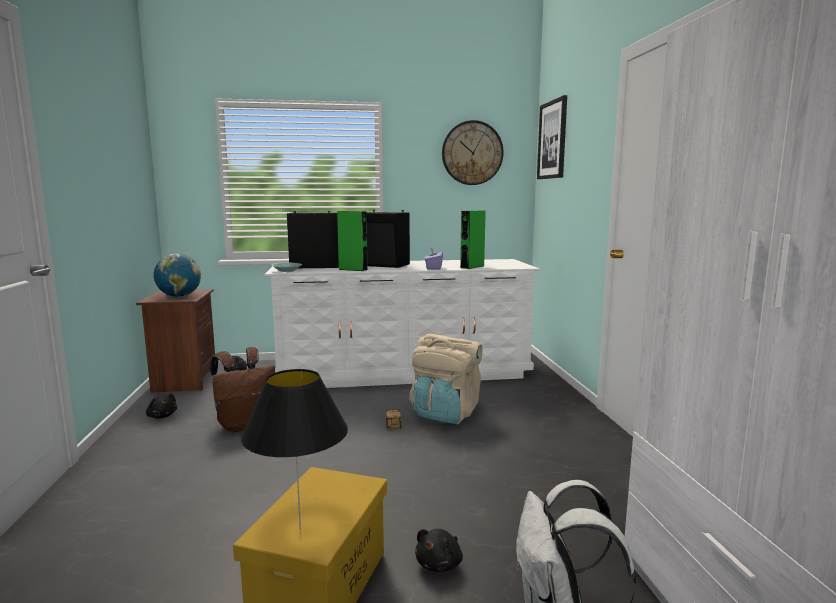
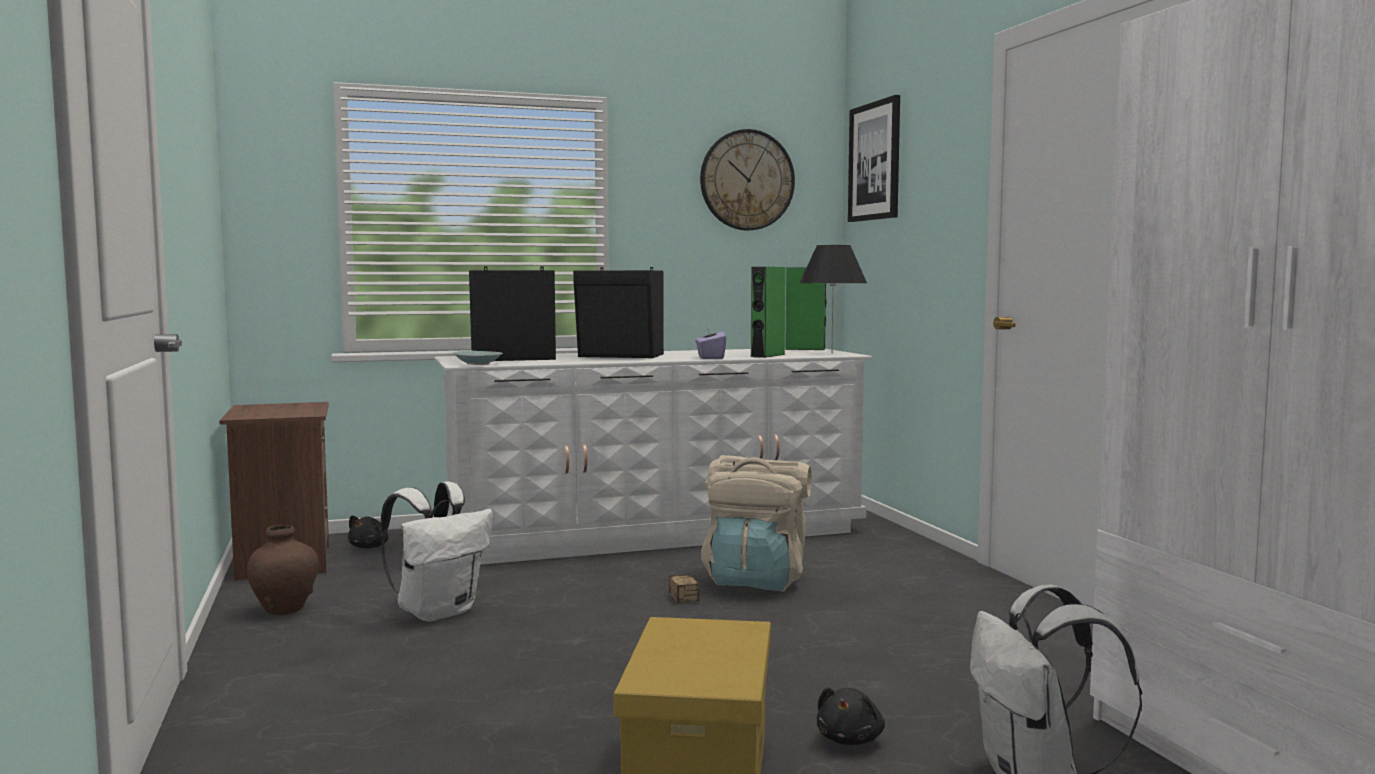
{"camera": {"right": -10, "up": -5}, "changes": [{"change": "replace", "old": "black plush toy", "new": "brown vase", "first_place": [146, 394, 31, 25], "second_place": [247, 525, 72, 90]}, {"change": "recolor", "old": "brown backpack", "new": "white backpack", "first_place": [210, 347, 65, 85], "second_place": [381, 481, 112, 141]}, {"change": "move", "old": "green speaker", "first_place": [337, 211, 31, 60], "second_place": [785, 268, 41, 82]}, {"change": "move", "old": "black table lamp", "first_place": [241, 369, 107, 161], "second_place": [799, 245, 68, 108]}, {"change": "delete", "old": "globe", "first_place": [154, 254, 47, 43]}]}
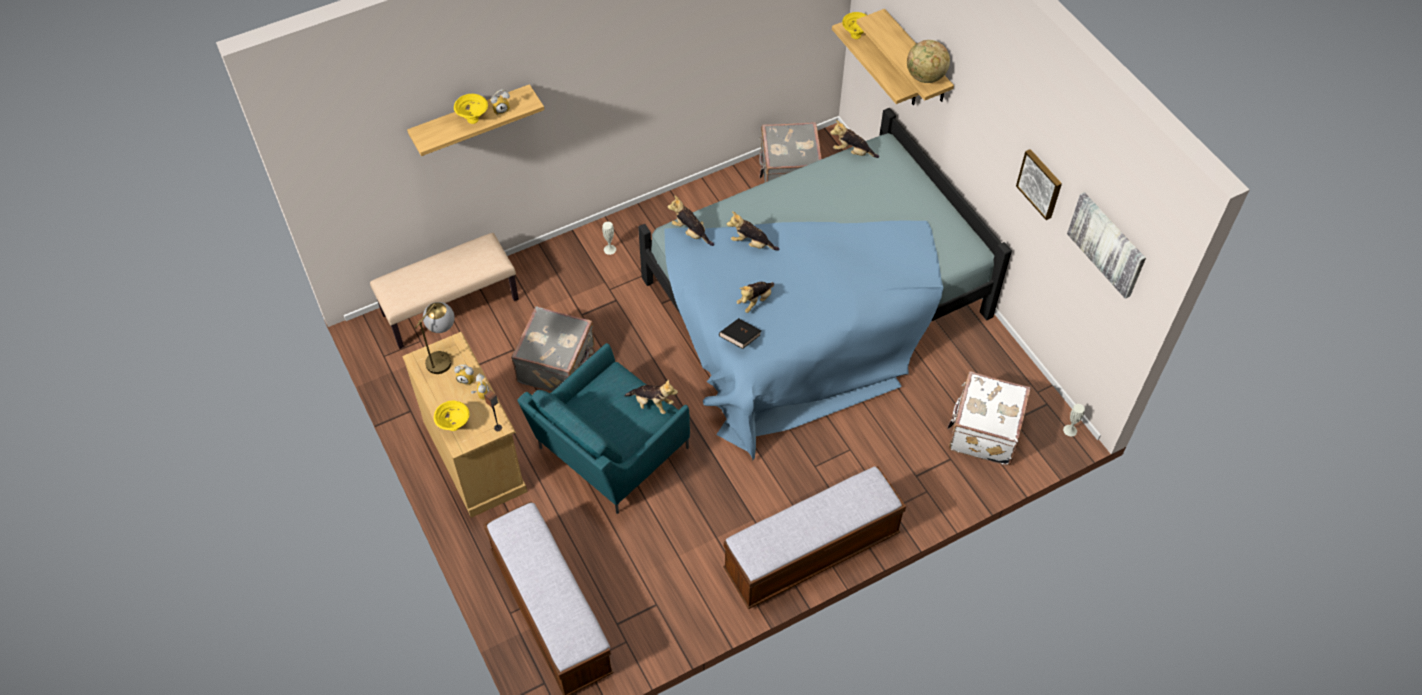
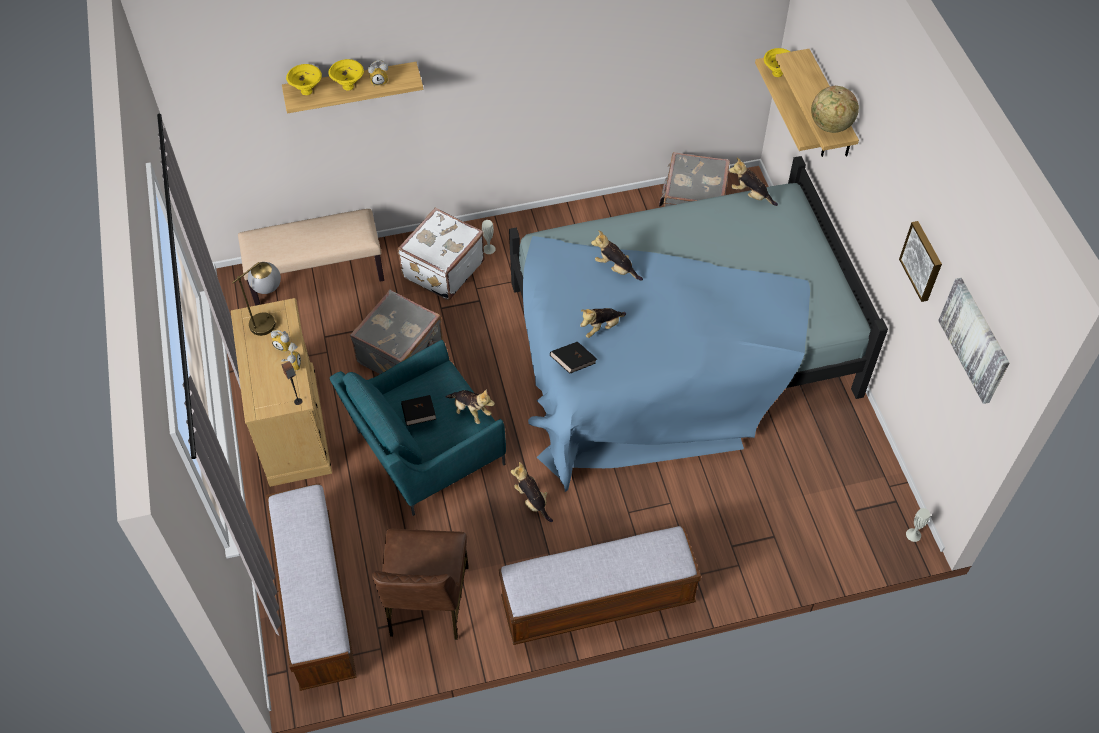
{"camera": {"right": 15, "up": 0}, "changes": [{"change": "move", "old": "yellow bowl", "first_place": [434, 401, 35, 30], "second_place": [286, 64, 36, 31]}, {"change": "insert", "new": "brown chair", "second_place": [372, 529, 97, 111]}, {"change": "move", "old": "white suitcase", "first_place": [947, 371, 84, 94], "second_place": [397, 208, 88, 92]}, {"change": "insert", "new": "black book", "second_place": [401, 395, 35, 31]}, {"change": "move", "old": "plush toy", "first_place": [668, 196, 46, 50], "second_place": [511, 462, 42, 60]}]}
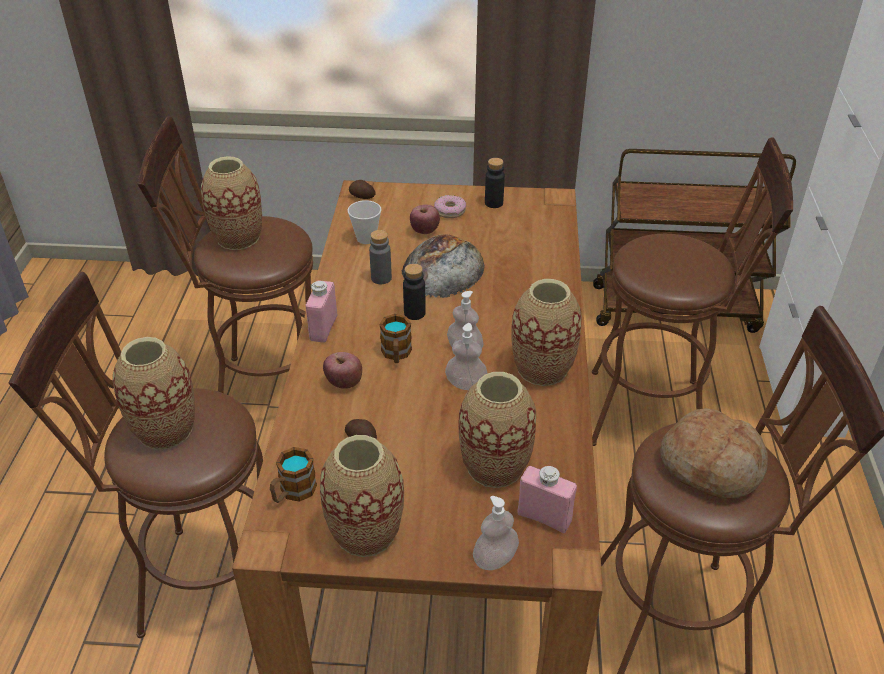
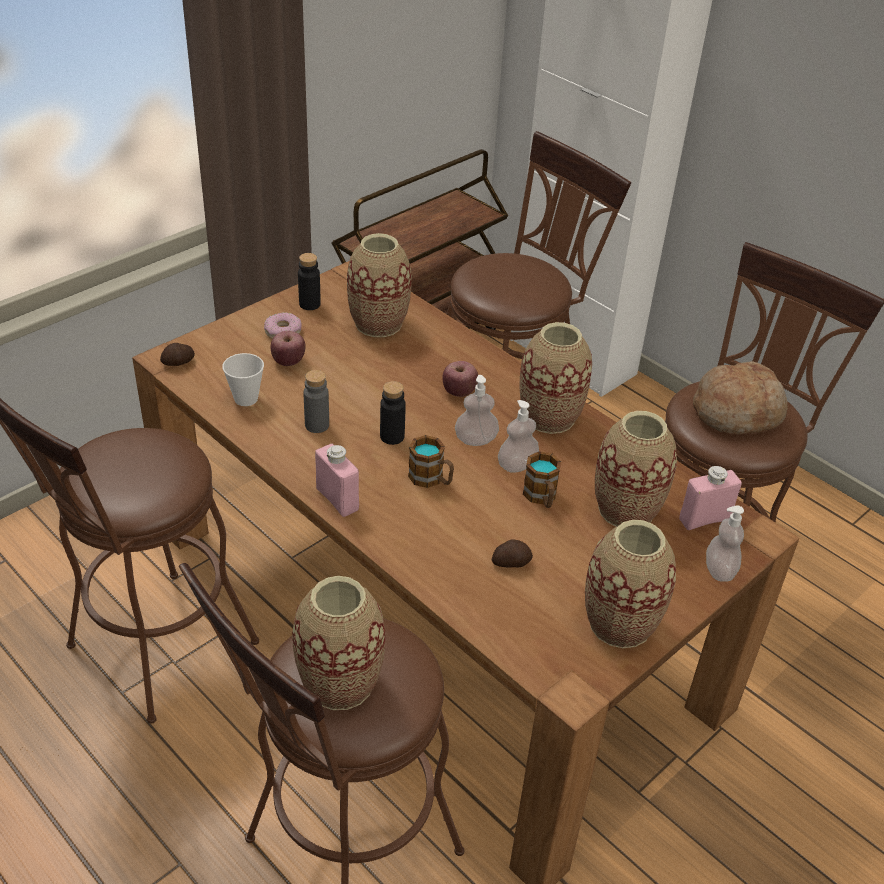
{"camera": {"right": -50, "up": 0}, "changes": [{"change": "move", "old": "vase", "first_place": [201, 156, 61, 94], "second_place": [347, 233, 65, 104]}, {"change": "move", "old": "apple", "first_place": [323, 352, 39, 37], "second_place": [443, 361, 35, 36]}, {"change": "move", "old": "mug", "first_place": [270, 447, 47, 56], "second_place": [523, 451, 38, 57]}, {"change": "delete", "old": "bread", "first_place": [401, 234, 84, 64]}]}
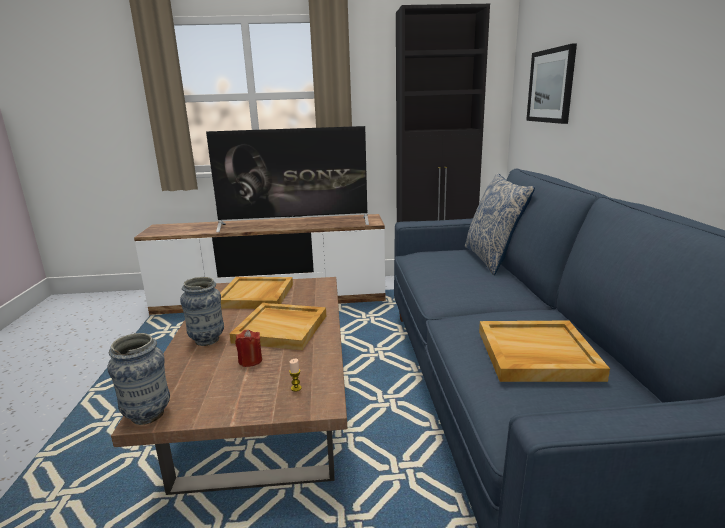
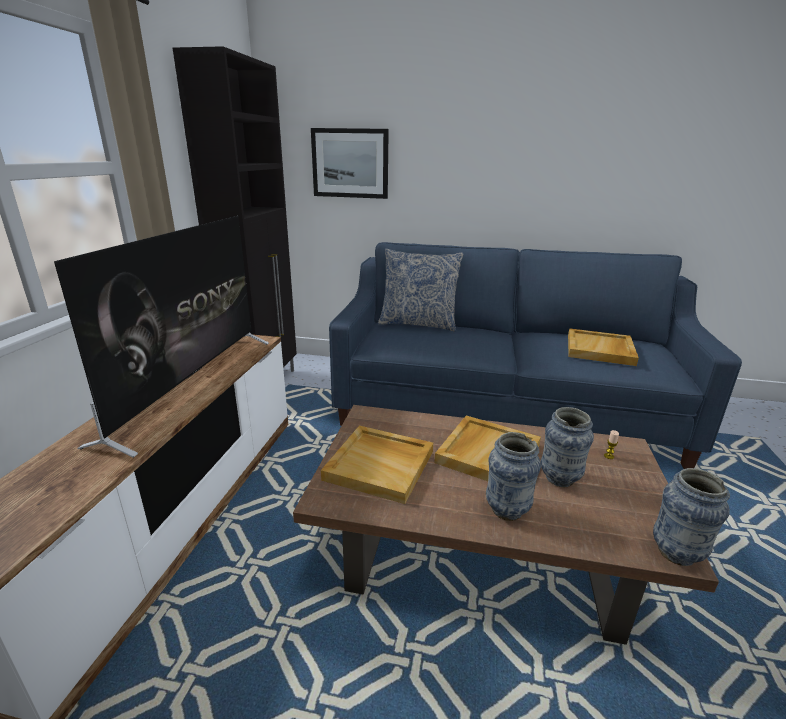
{"camera": {"right": -75, "up": 5}, "changes": [{"change": "replace", "old": "red candle", "new": "vase", "first_place": [235, 330, 27, 37], "second_place": [541, 407, 53, 80]}]}
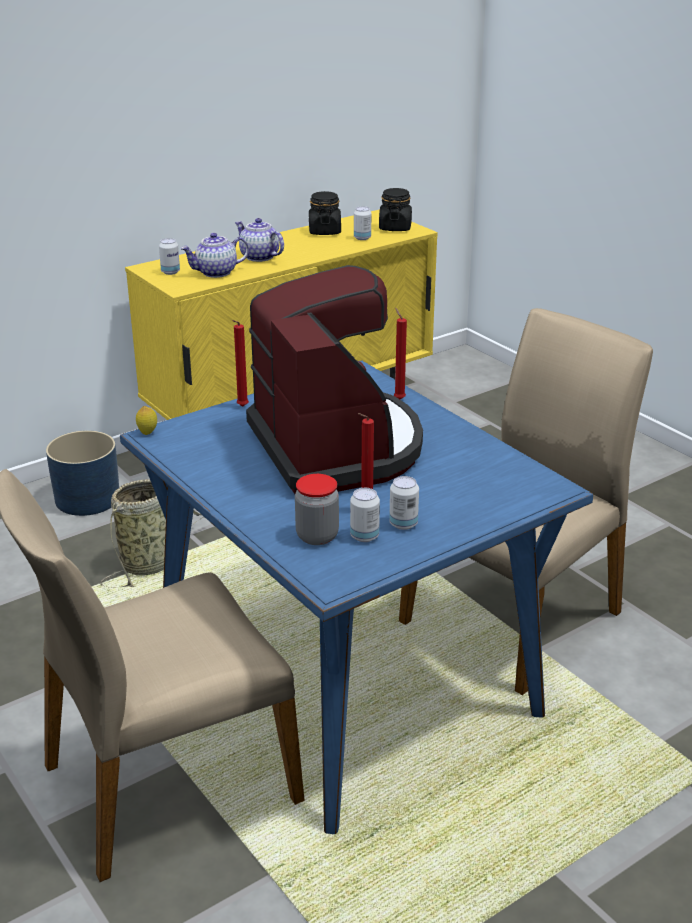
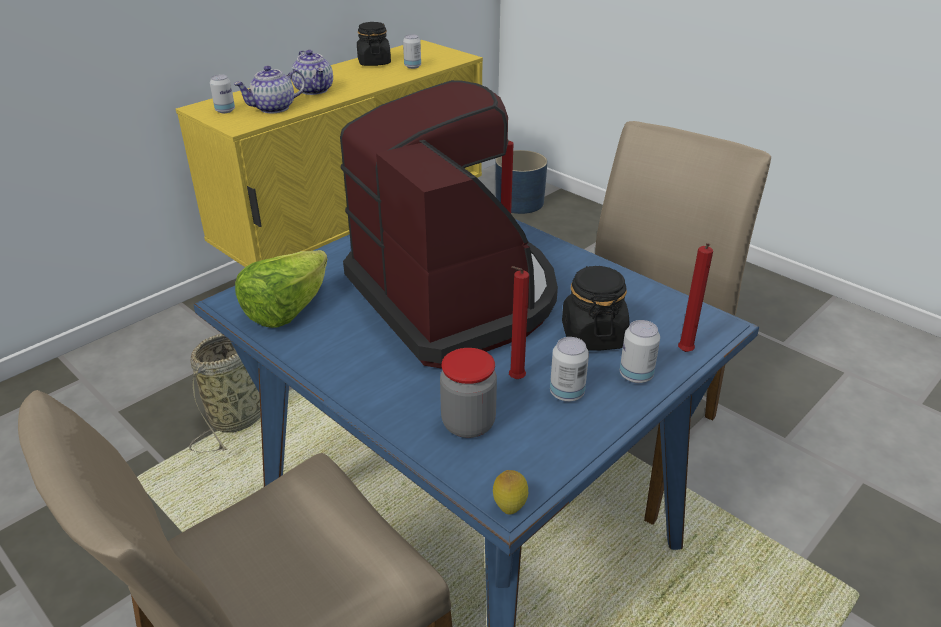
{"camera": {"right": -10, "up": 5}, "changes": [{"change": "insert", "new": "lettuce", "second_place": [235, 250, 92, 78]}, {"change": "rotate", "old": "teapot", "first_place": [235, 218, 49, 44], "second_place": [291, 50, 42, 45], "degrees": -150}, {"change": "move", "old": "lemon", "first_place": [136, 406, 21, 29], "second_place": [493, 470, 35, 45]}, {"change": "move", "old": "blue planter", "first_place": [46, 430, 73, 86], "second_place": [495, 150, 52, 64]}, {"change": "move", "old": "black jar", "first_place": [379, 188, 33, 43], "second_place": [562, 266, 68, 85]}, {"change": "move", "old": "can", "first_place": [350, 488, 30, 54], "second_place": [620, 320, 40, 63]}, {"change": "move", "old": "red candle", "first_place": [232, 320, 17, 86], "second_place": [678, 243, 35, 109]}]}
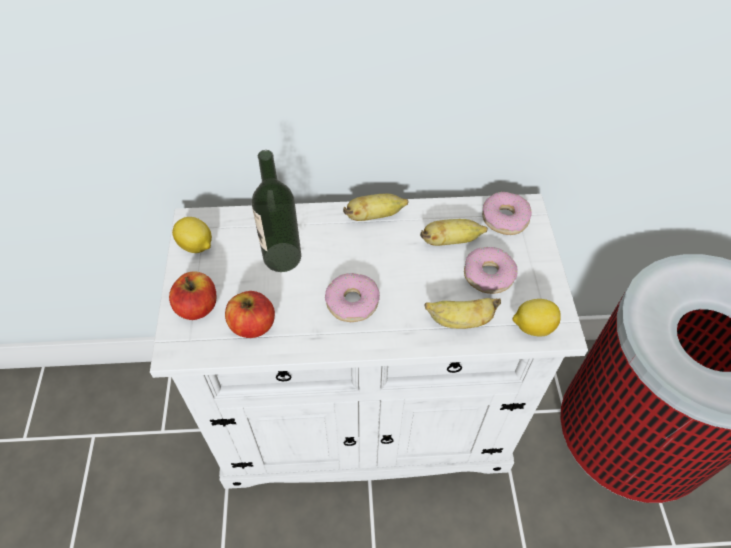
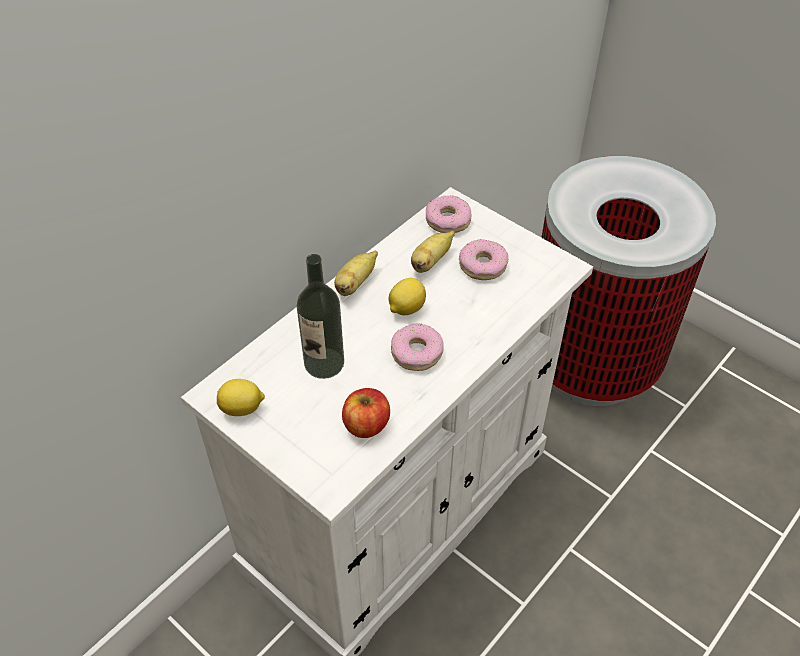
{"camera": {"right": -45, "up": -5}, "changes": [{"change": "move", "old": "lemon", "first_place": [513, 299, 48, 38], "second_place": [388, 278, 38, 37]}, {"change": "delete", "old": "apple", "first_place": [169, 272, 48, 48]}, {"change": "delete", "old": "banana", "first_place": [425, 298, 76, 31]}]}
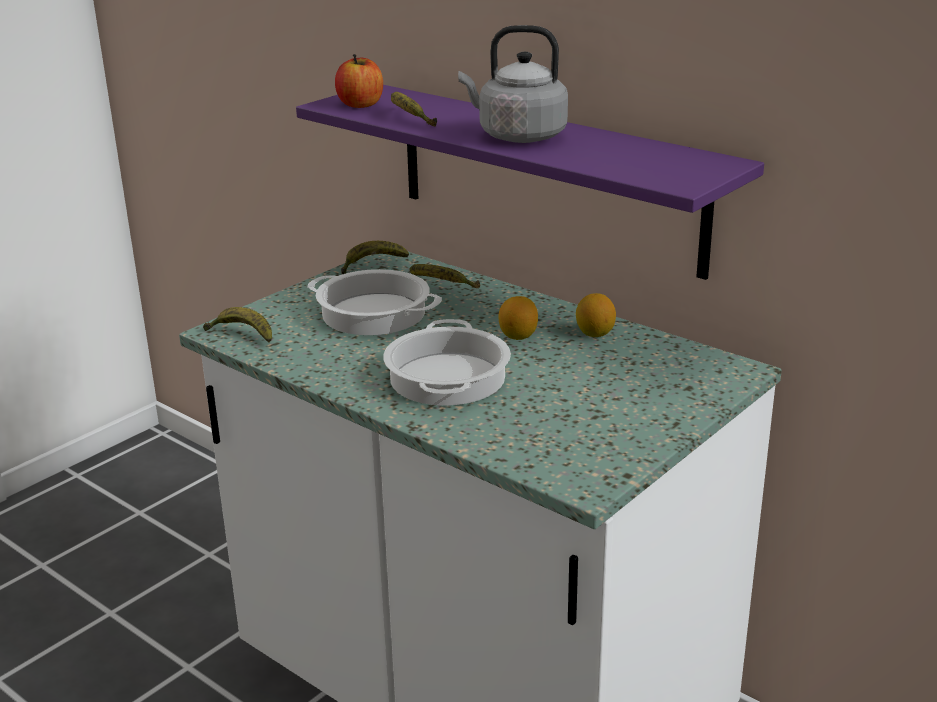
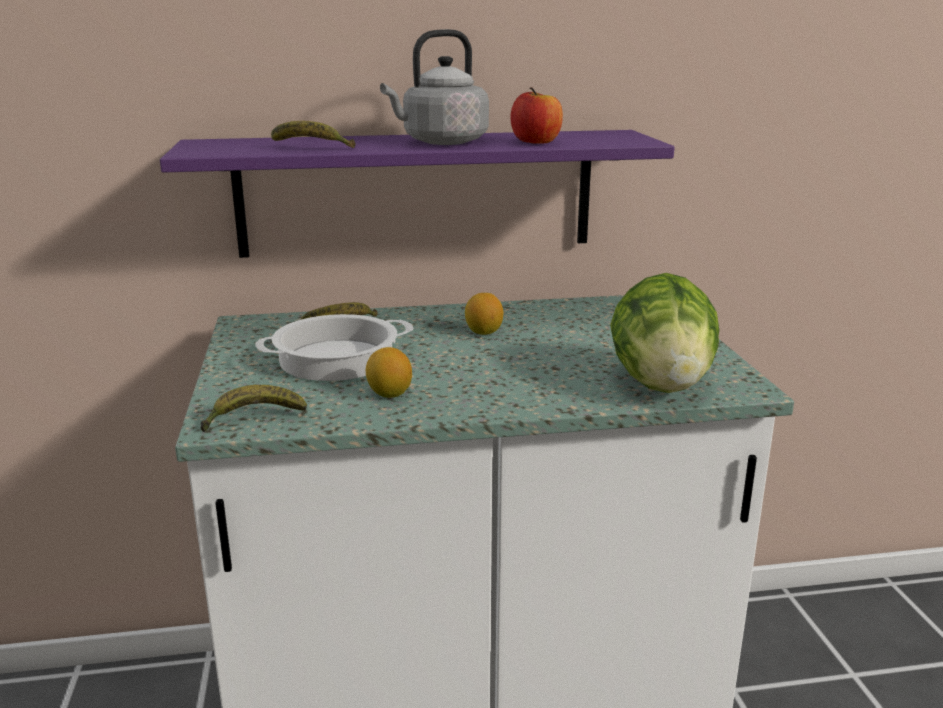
{"camera": {"right": -50, "up": -5}, "changes": [{"change": "move", "old": "lemon", "first_place": [576, 293, 40, 44], "second_place": [366, 347, 46, 51]}, {"change": "move", "old": "apple", "first_place": [335, 54, 48, 54], "second_place": [510, 87, 53, 56]}, {"change": "insert", "new": "lettuce", "second_place": [610, 273, 109, 120]}, {"change": "delete", "old": "banana", "first_place": [341, 241, 68, 33]}, {"change": "delete", "old": "cooking pot", "first_place": [383, 319, 128, 87]}]}
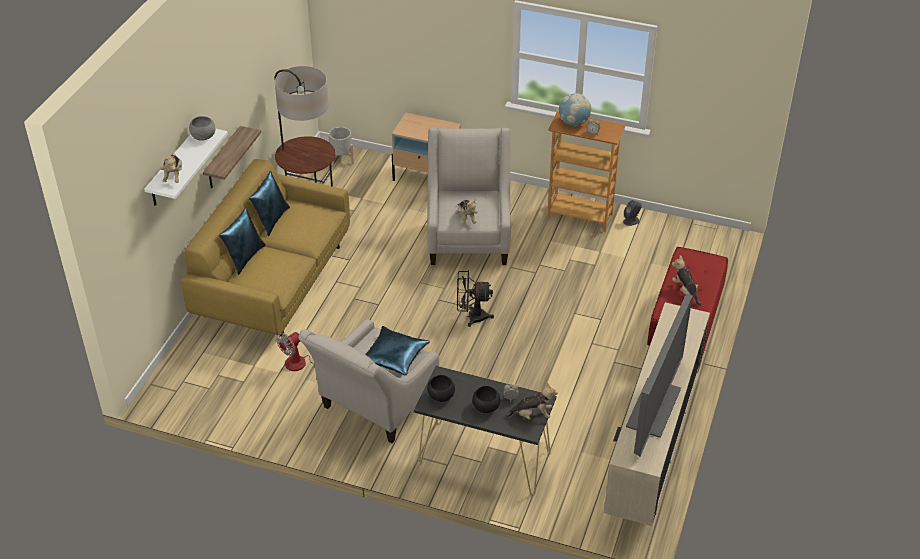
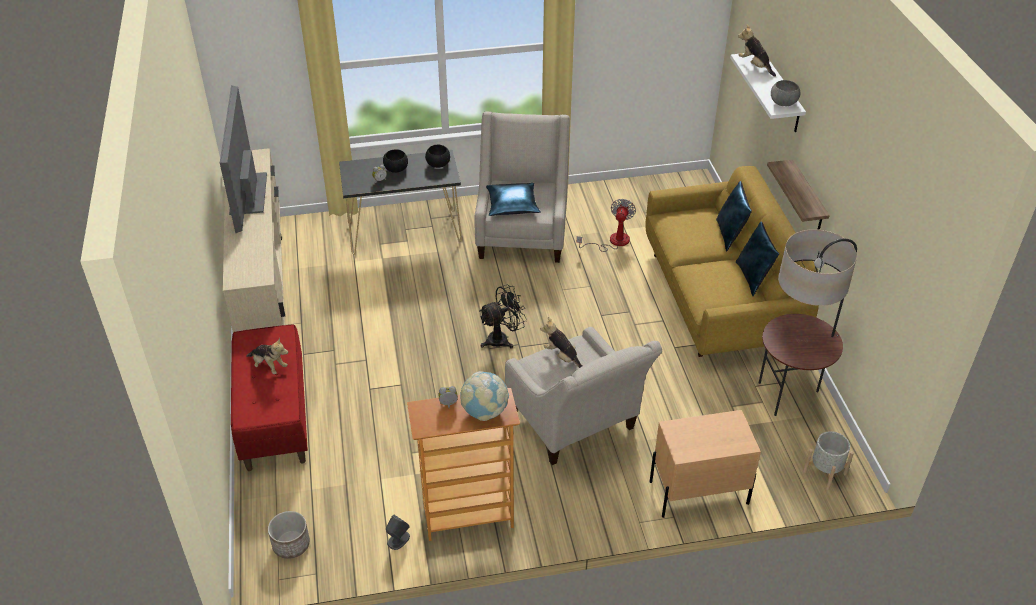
{"camera": {"right": 150, "up": 0}, "changes": [{"change": "insert", "new": "planter", "second_place": [268, 511, 42, 48]}, {"change": "delete", "old": "plush toy", "first_place": [505, 382, 52, 38]}]}
